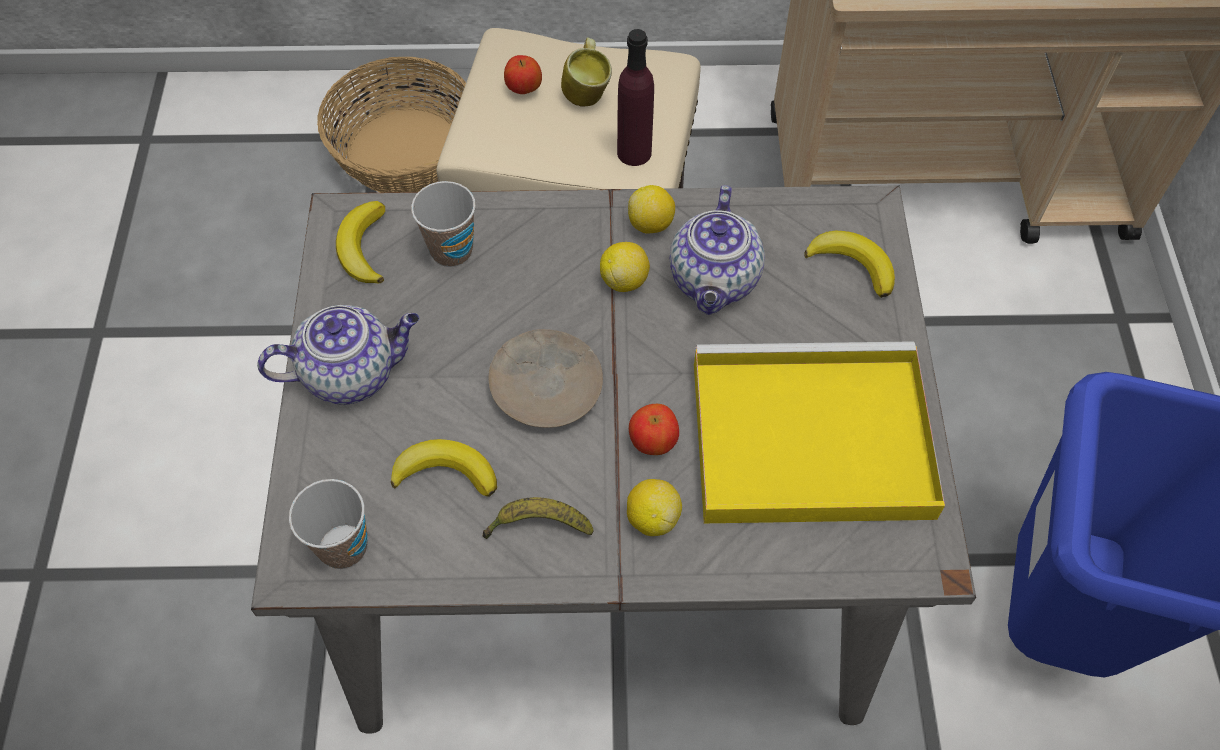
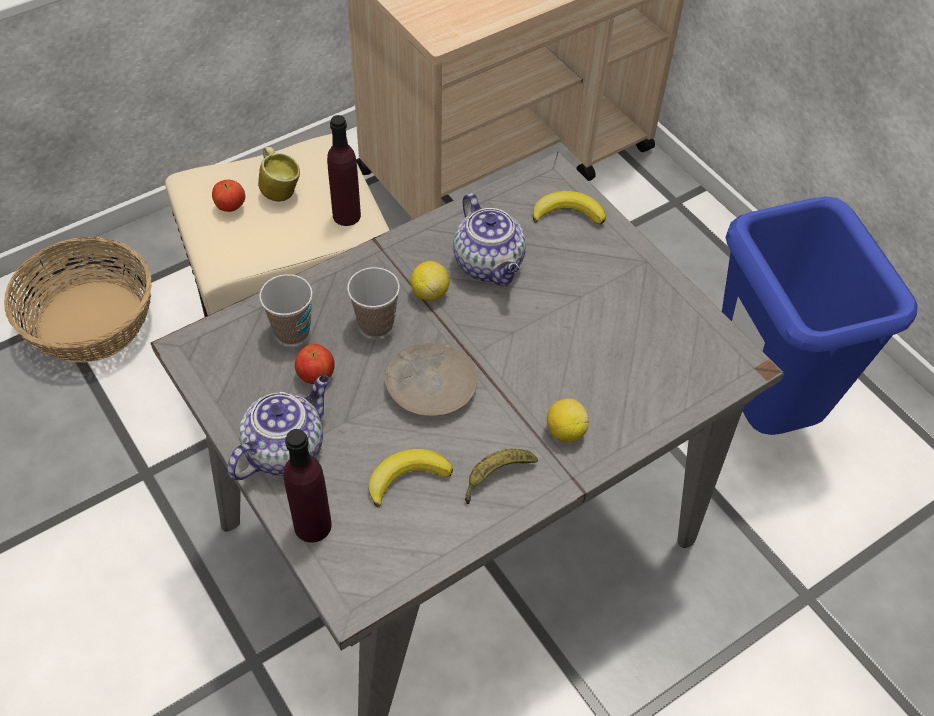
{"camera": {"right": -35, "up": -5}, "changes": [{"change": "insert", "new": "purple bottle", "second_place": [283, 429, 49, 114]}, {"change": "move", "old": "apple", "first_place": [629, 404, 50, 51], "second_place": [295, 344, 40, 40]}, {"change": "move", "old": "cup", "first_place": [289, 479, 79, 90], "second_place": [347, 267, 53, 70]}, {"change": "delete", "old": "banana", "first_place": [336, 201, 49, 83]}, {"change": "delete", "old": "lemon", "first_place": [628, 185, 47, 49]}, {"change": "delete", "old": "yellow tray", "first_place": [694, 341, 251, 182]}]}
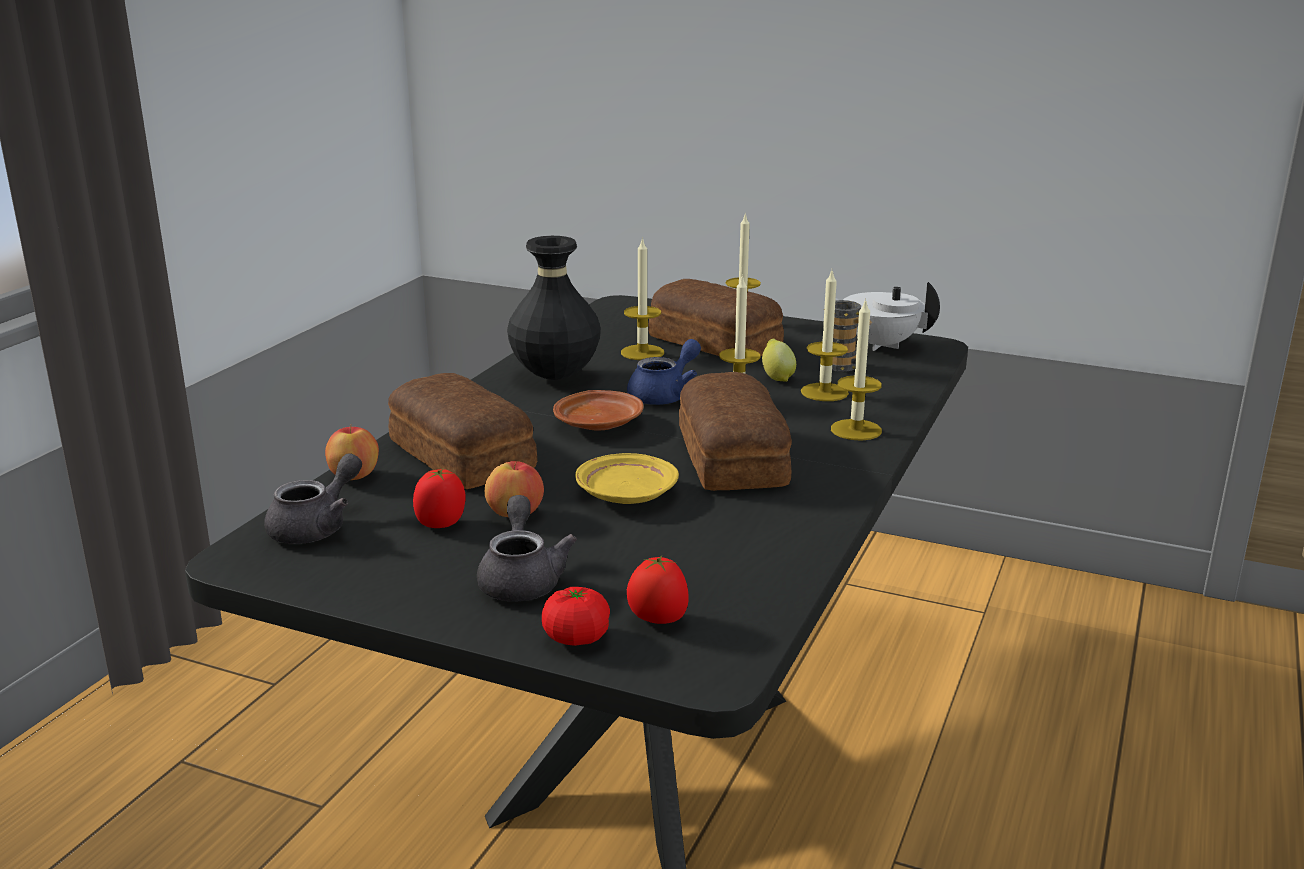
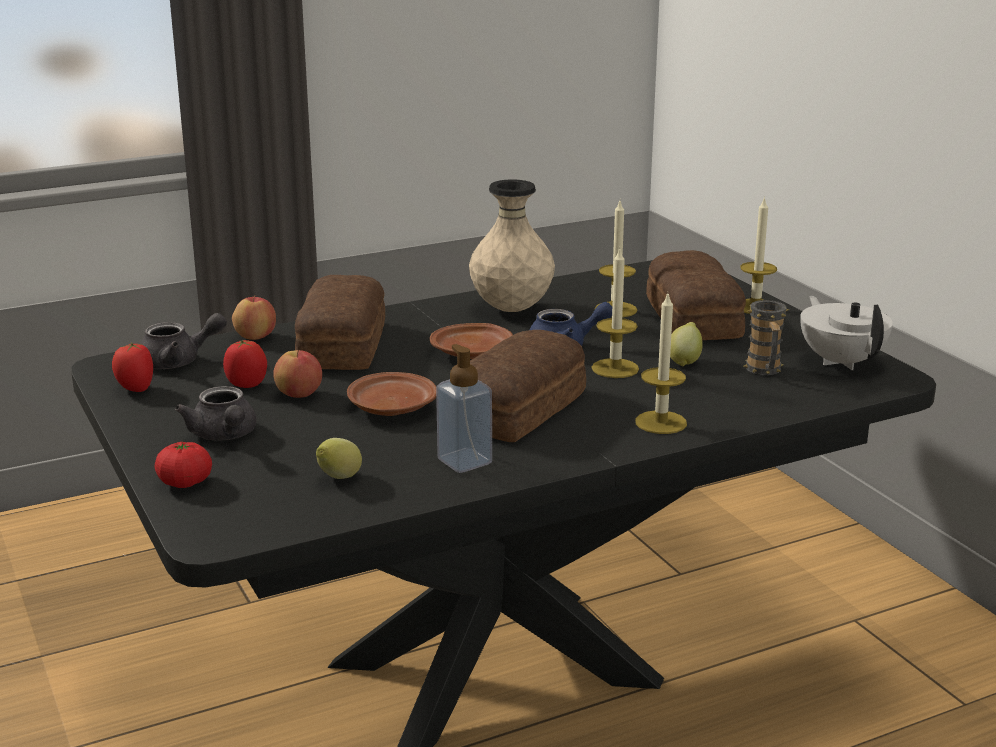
{"camera": {"right": 40, "up": 0}, "changes": [{"change": "move", "old": "tomato", "first_place": [627, 556, 62, 68], "second_place": [112, 343, 41, 49]}, {"change": "rotate", "old": "grey teapot", "first_place": [477, 495, 100, 106], "second_place": [175, 386, 82, 54], "degrees": 120}, {"change": "insert", "new": "lemon", "second_place": [316, 438, 46, 41]}, {"change": "recolor", "old": "yellow plate", "new": "brown plate", "first_place": [575, 453, 104, 51], "second_place": [347, 372, 89, 44]}, {"change": "insert", "new": "soap dispenser", "second_place": [436, 344, 56, 129]}, {"change": "recolor", "old": "black vase", "new": "beige vase", "first_place": [507, 236, 94, 144], "second_place": [469, 179, 86, 133]}, {"change": "delete", "old": "candle", "first_place": [801, 271, 48, 130]}]}
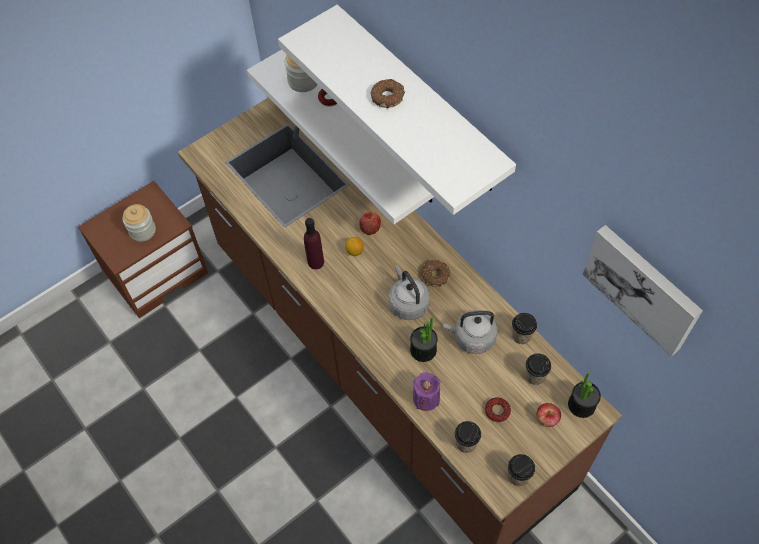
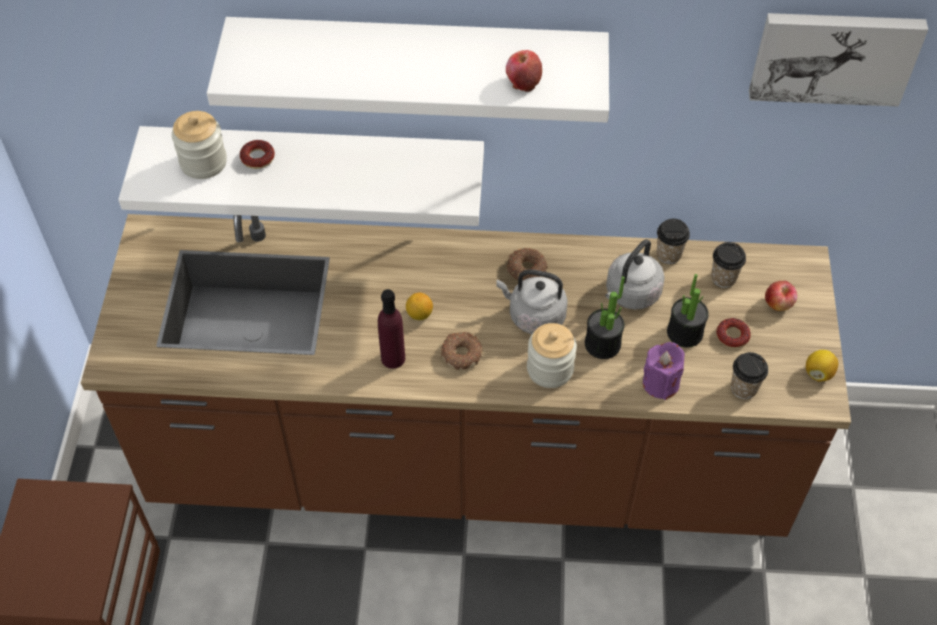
{"camera": {"right": -50, "up": -5}, "changes": [{"change": "move", "old": "donut", "first_place": [371, 79, 34, 29], "second_place": [441, 331, 42, 39]}, {"change": "move", "old": "apple", "first_place": [359, 212, 22, 23], "second_place": [506, 50, 36, 42]}, {"change": "move", "old": "jar", "first_place": [123, 204, 33, 38], "second_place": [527, 323, 50, 65]}, {"change": "move", "old": "potted plant", "first_place": [568, 372, 33, 46], "second_place": [667, 274, 42, 74]}, {"change": "replace", "old": "cup", "new": "lemon", "first_place": [508, 454, 27, 32], "second_place": [806, 350, 32, 32]}]}
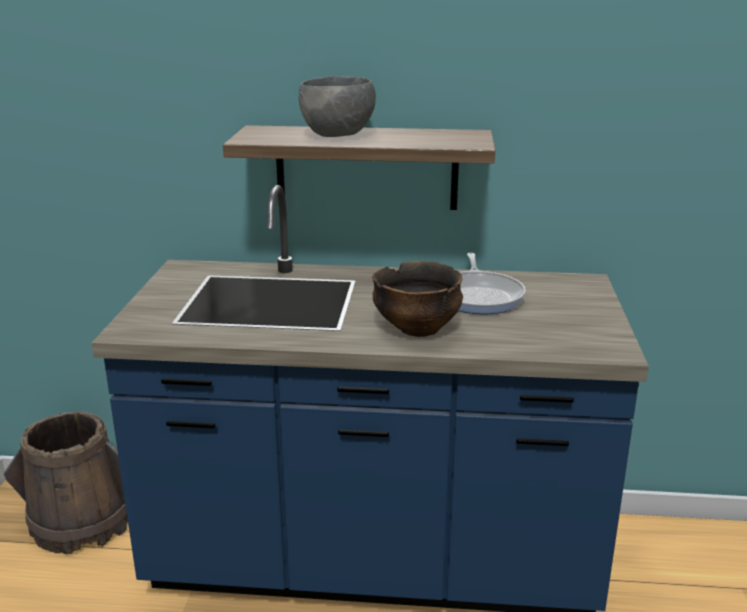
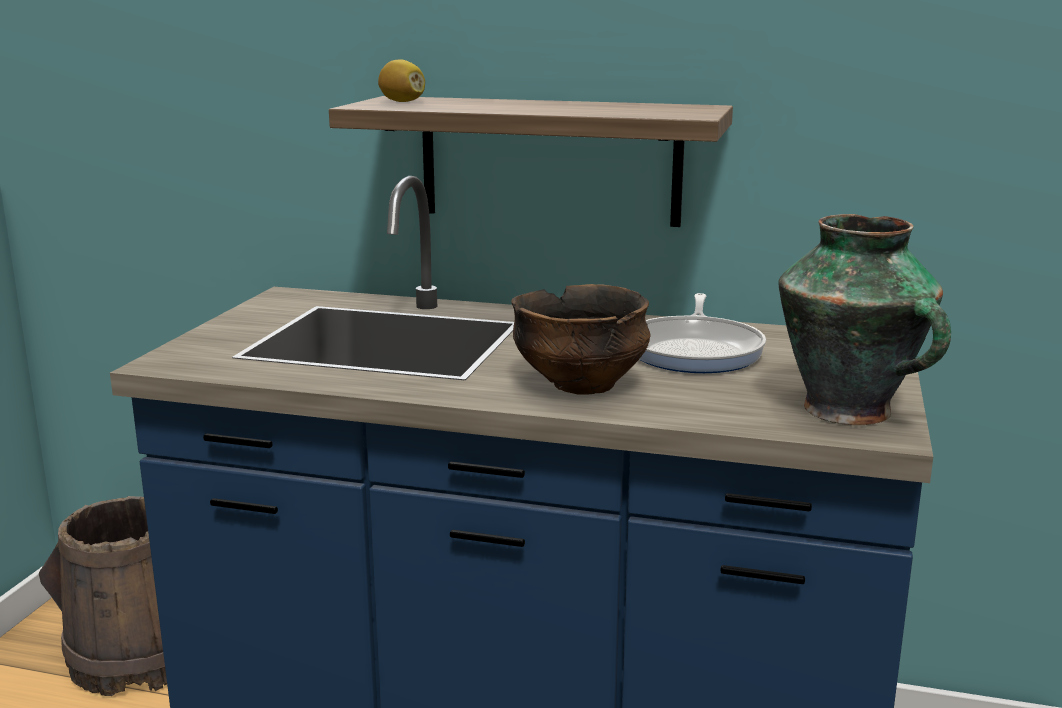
{"camera": {"right": 10, "up": -5}, "changes": [{"change": "insert", "new": "lemon", "second_place": [378, 59, 47, 43]}, {"change": "insert", "new": "vase", "second_place": [778, 214, 173, 211]}, {"change": "delete", "old": "grey bowl", "first_place": [299, 76, 77, 61]}]}
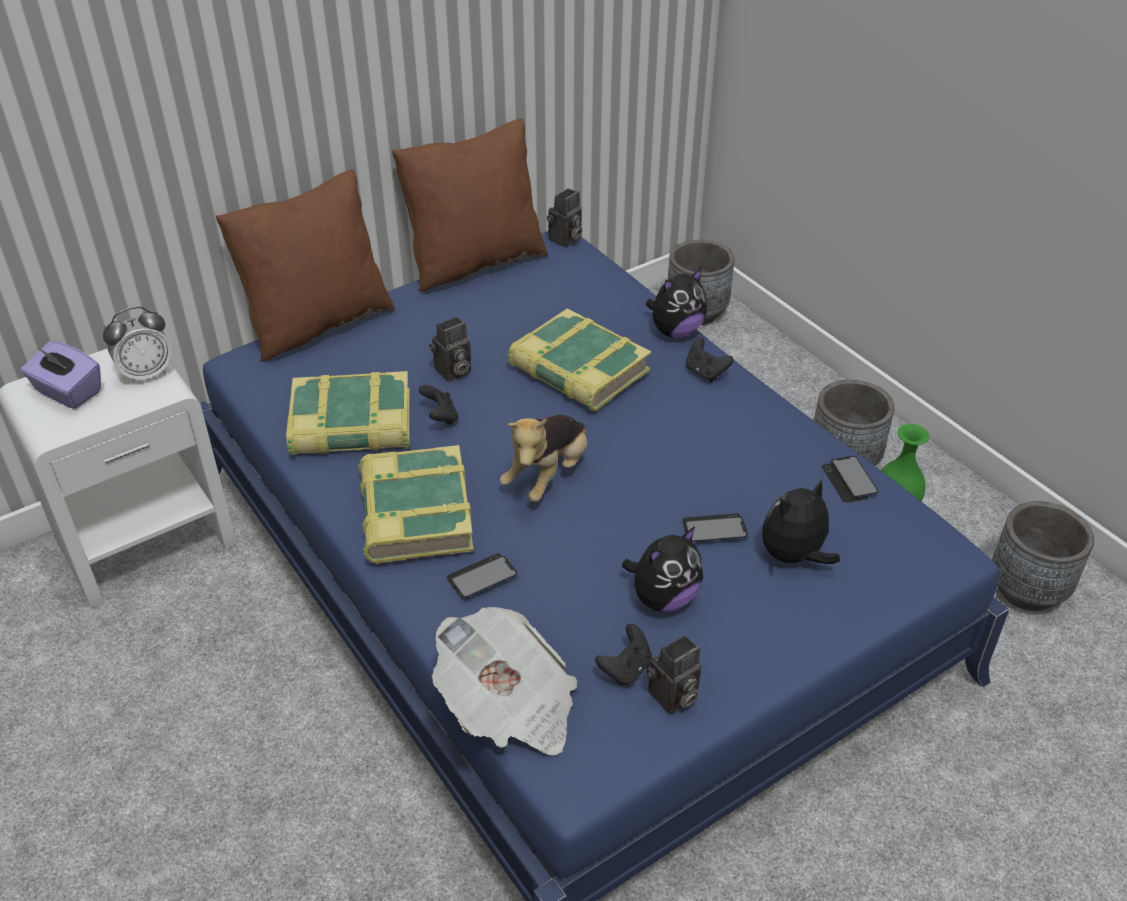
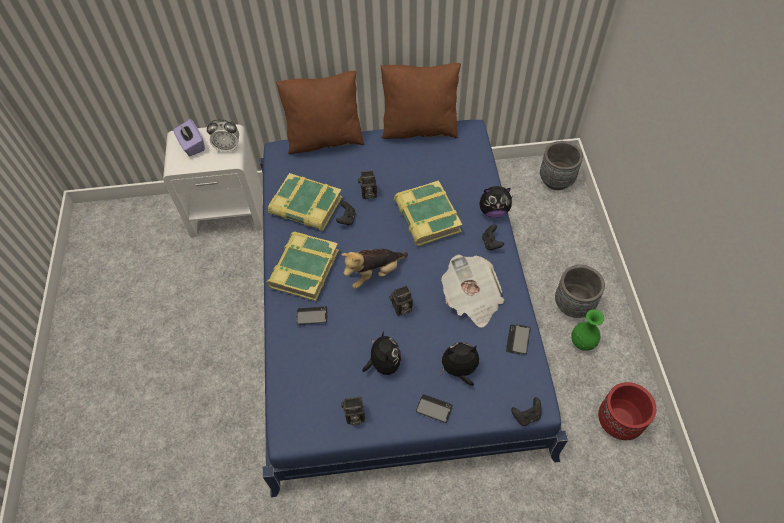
{"camera": {"right": 30, "up": 15}, "changes": [{"change": "rotate", "old": "plush toy", "first_place": [622, 526, 81, 86], "second_place": [362, 331, 39, 44], "degrees": -90}, {"change": "move", "old": "photo camera", "first_place": [547, 188, 35, 59], "second_place": [389, 285, 24, 31]}, {"change": "move", "old": "phone", "first_place": [683, 513, 65, 29], "second_place": [416, 394, 37, 29]}, {"change": "move", "old": "newspaper", "first_place": [432, 607, 145, 149], "second_place": [441, 254, 63, 73]}, {"change": "move", "old": "black game controller", "first_place": [595, 624, 57, 61], "second_place": [511, 397, 31, 29]}, {"change": "recolor", "old": "grey planter", "new": "red planter", "first_place": [992, 501, 102, 110], "second_place": [598, 382, 58, 58]}]}
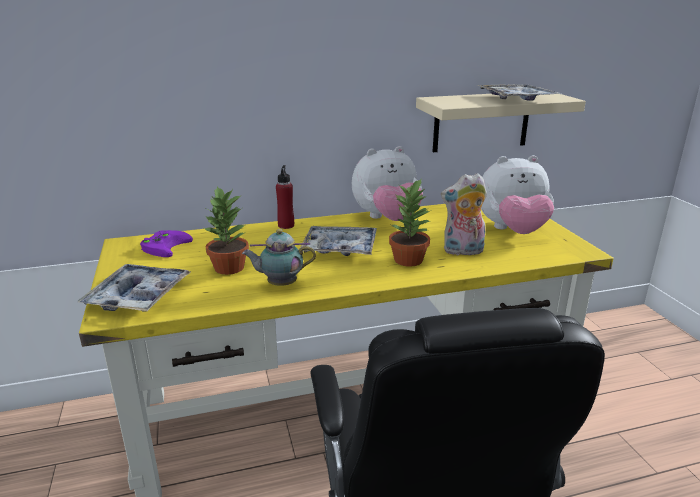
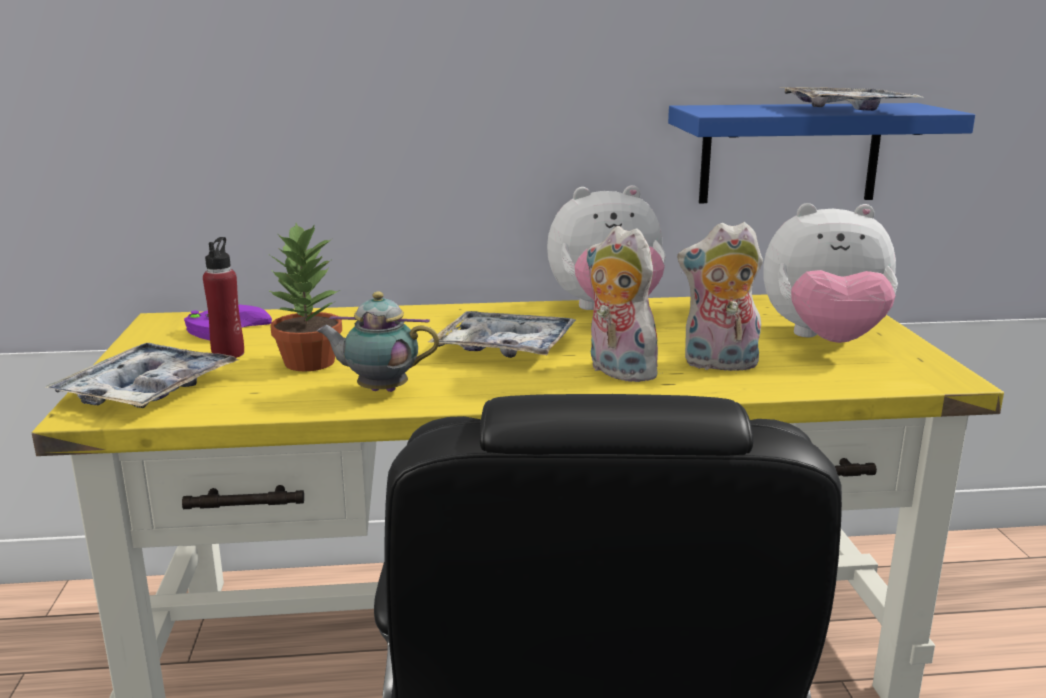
{"camera": {"right": 10, "up": -5}, "changes": [{"change": "move", "old": "red bottle", "first_place": [276, 165, 18, 64], "second_place": [203, 237, 41, 121]}, {"change": "replace", "old": "potted plant", "new": "plush toy", "first_place": [389, 178, 41, 89], "second_place": [585, 226, 75, 156]}, {"change": "recolor", "old": "beige shelf", "new": "blue shelf", "first_place": [416, 94, 170, 58], "second_place": [668, 103, 307, 100]}]}
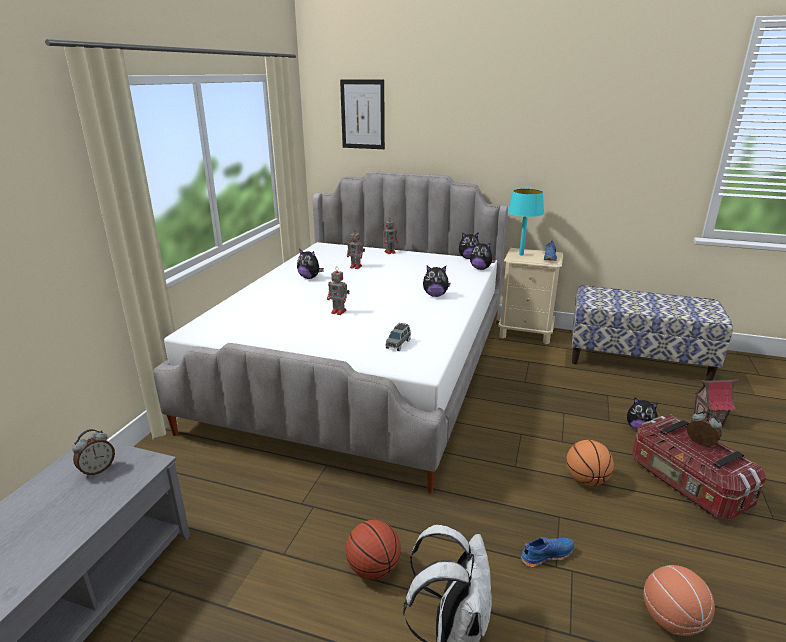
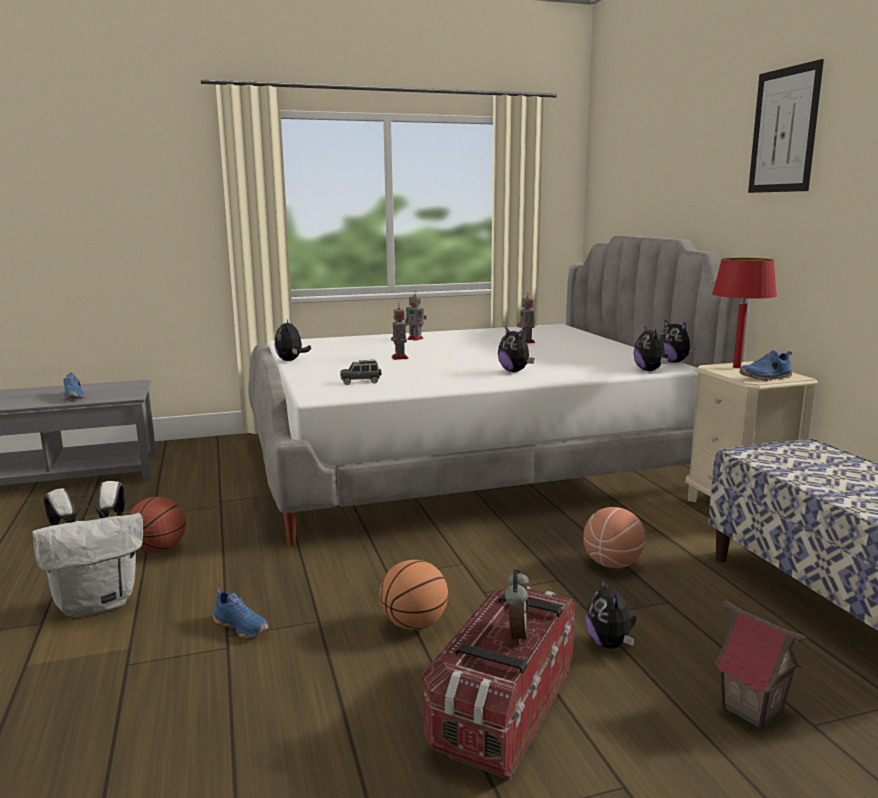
{"camera": {"right": 55, "up": -10}, "changes": [{"change": "insert", "new": "blue shoe", "second_place": [63, 372, 22, 28]}, {"change": "move", "old": "plush toy", "first_place": [297, 249, 27, 30], "second_place": [274, 320, 37, 41]}, {"change": "move", "old": "toy robot", "first_place": [383, 217, 15, 37], "second_place": [404, 291, 23, 50]}, {"change": "move", "old": "basketball", "first_place": [643, 565, 72, 71], "second_place": [583, 507, 62, 61]}, {"change": "recolor", "old": "turquoise table lamp", "new": "red table lamp", "first_place": [508, 189, 36, 66], "second_place": [712, 258, 65, 110]}, {"change": "move", "old": "picture", "first_place": [340, 79, 45, 70], "second_place": [748, 59, 76, 134]}, {"change": "delete", "old": "alarm clock", "first_place": [72, 429, 43, 48]}]}
